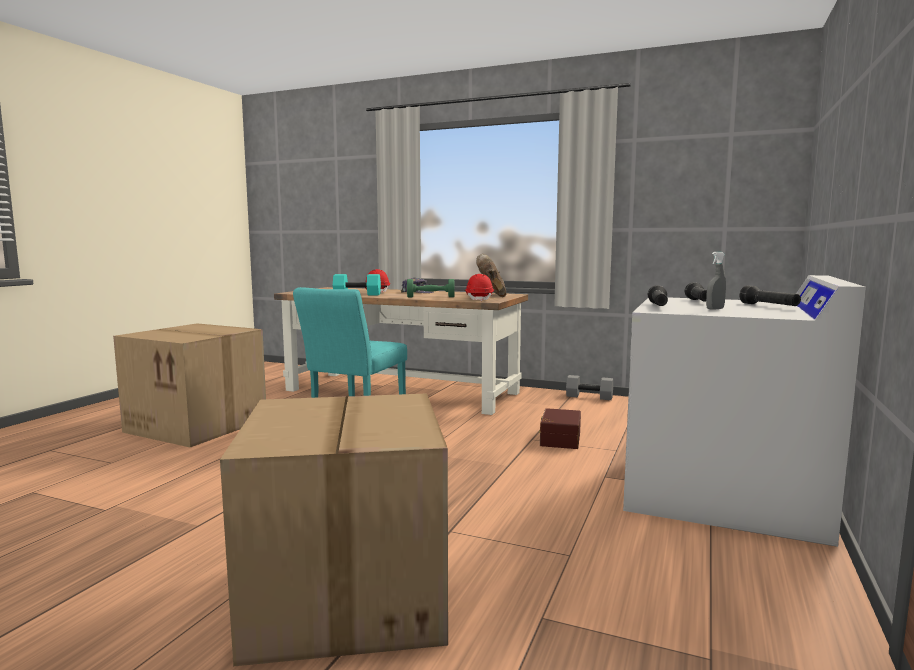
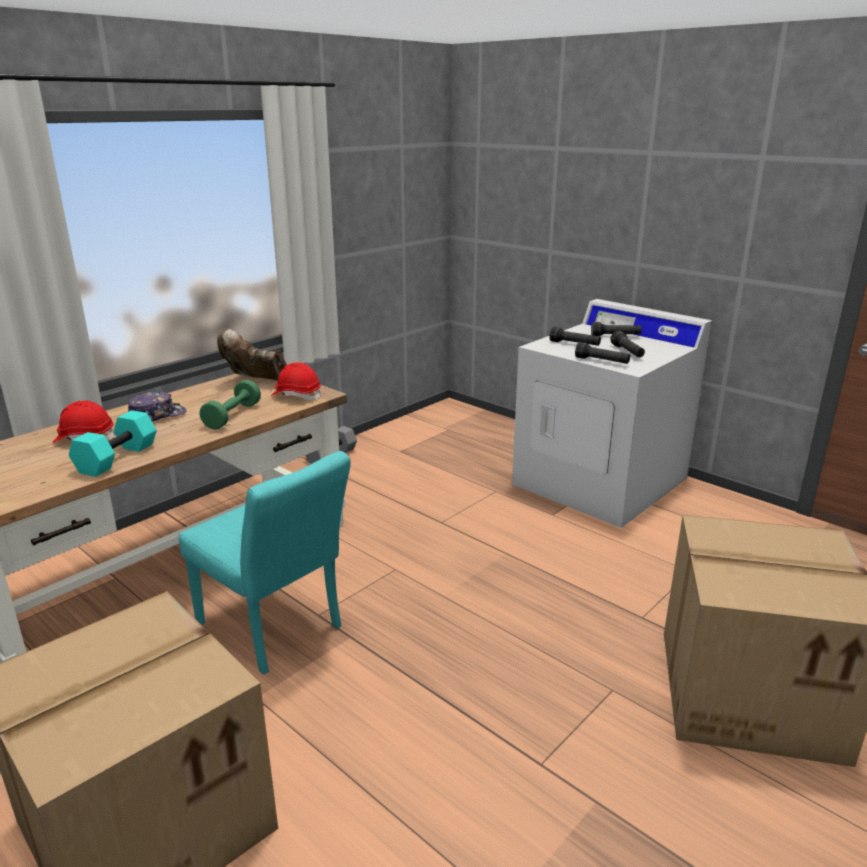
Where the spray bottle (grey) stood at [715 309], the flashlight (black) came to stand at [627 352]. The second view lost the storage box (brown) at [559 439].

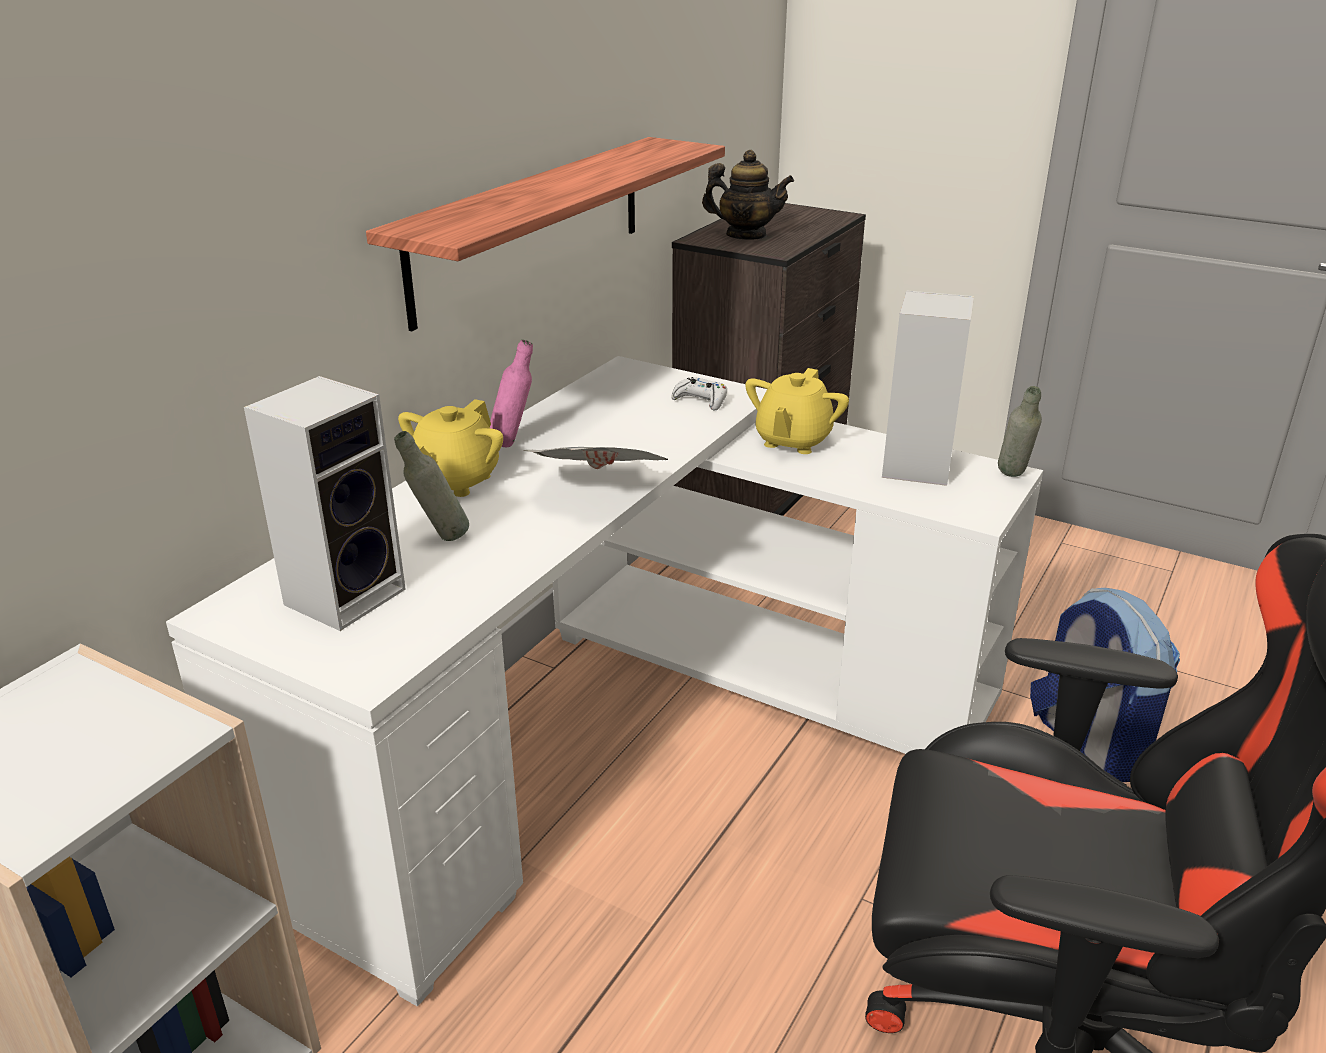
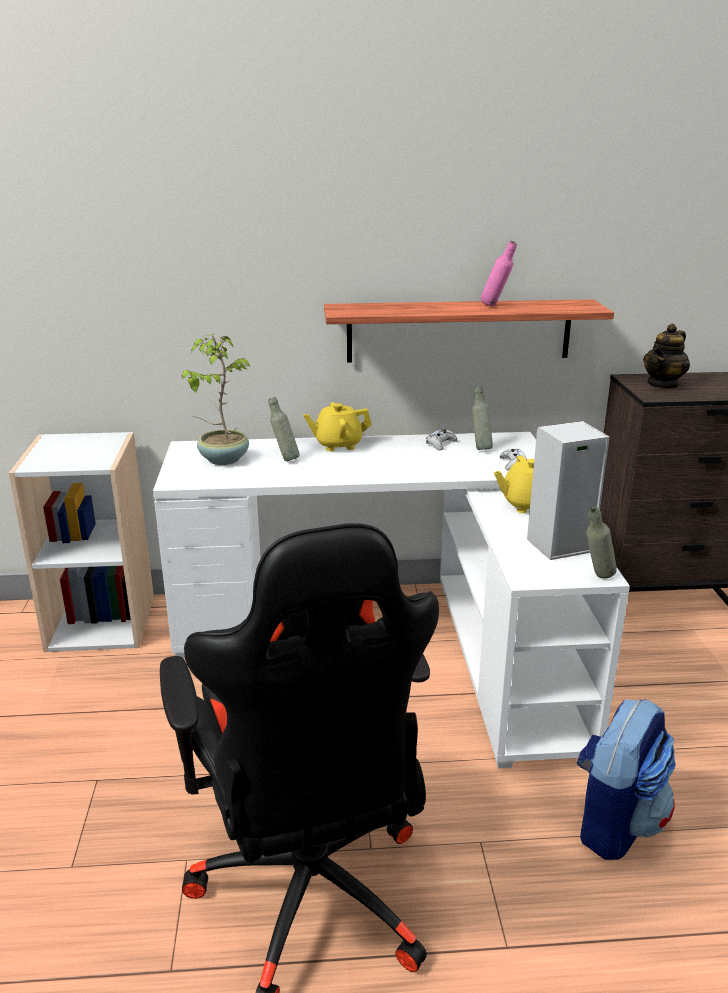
The teapot at [746 236] ended up facing another way, 60 degrees clockwise from before. The bottle (pink) ended up elsewhere, having gone from [513 443] to [496 306]. Where the speaker stood at [347 594], the potted plant came to stand at [222 459]. The second view lost the newspaper at [600 490]. The second view gained the bottle (grey) at [480 448]. The second view gained the game controller (white) at [440 444].

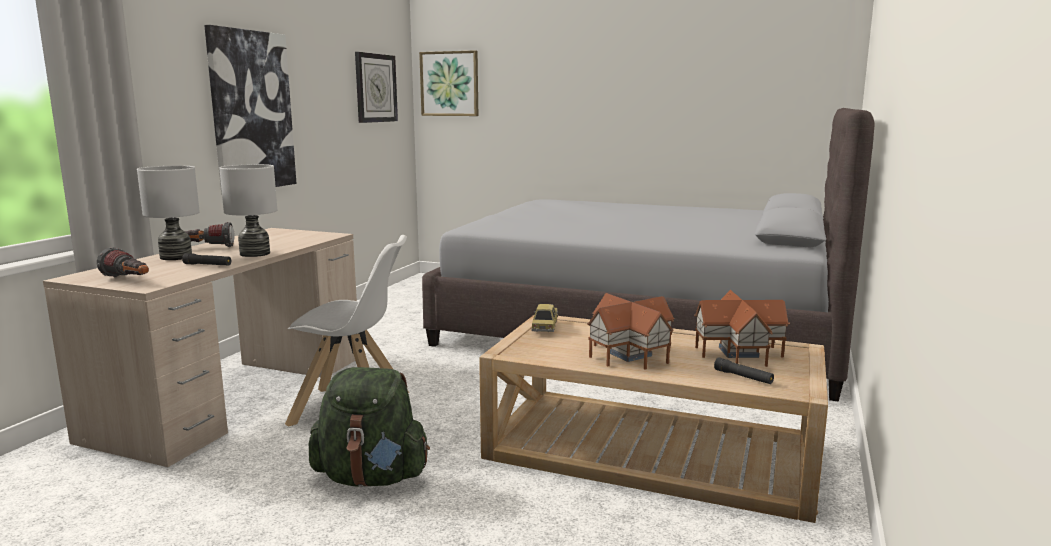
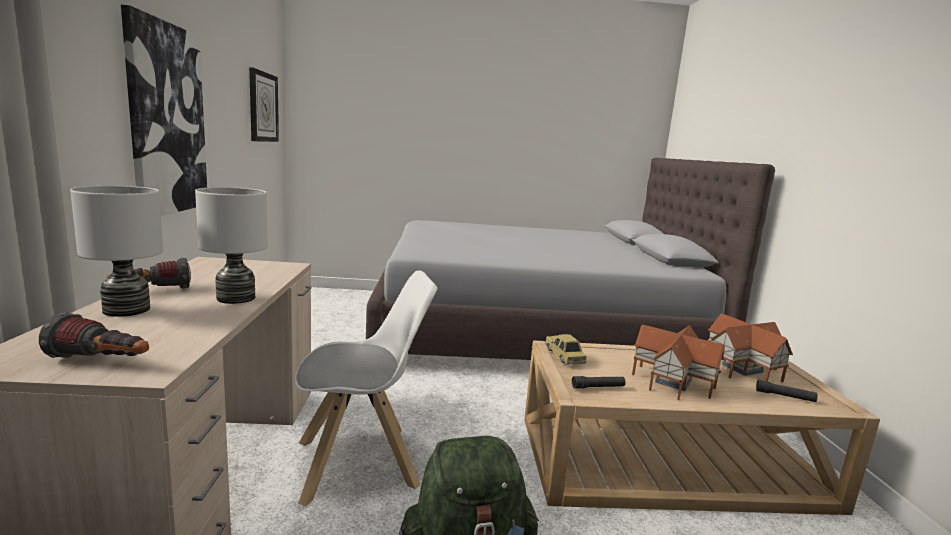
The second view lost the picture at [449 84]. The flashlight (black) ended up elsewhere, having gone from [207 265] to [598 387].

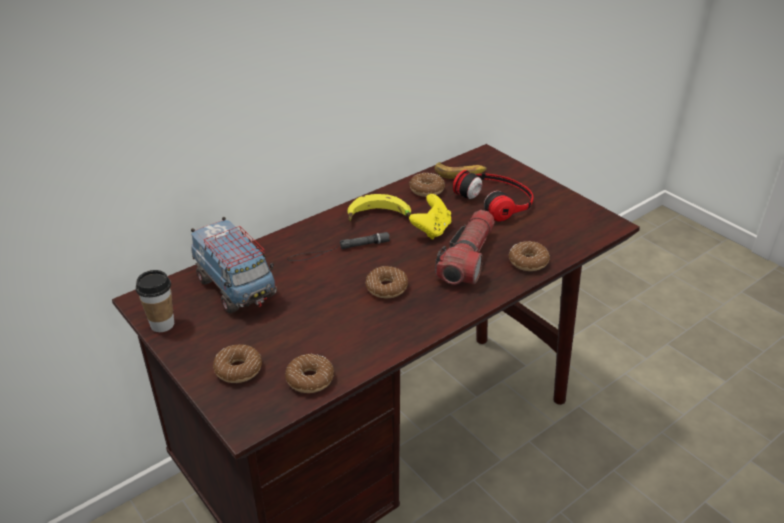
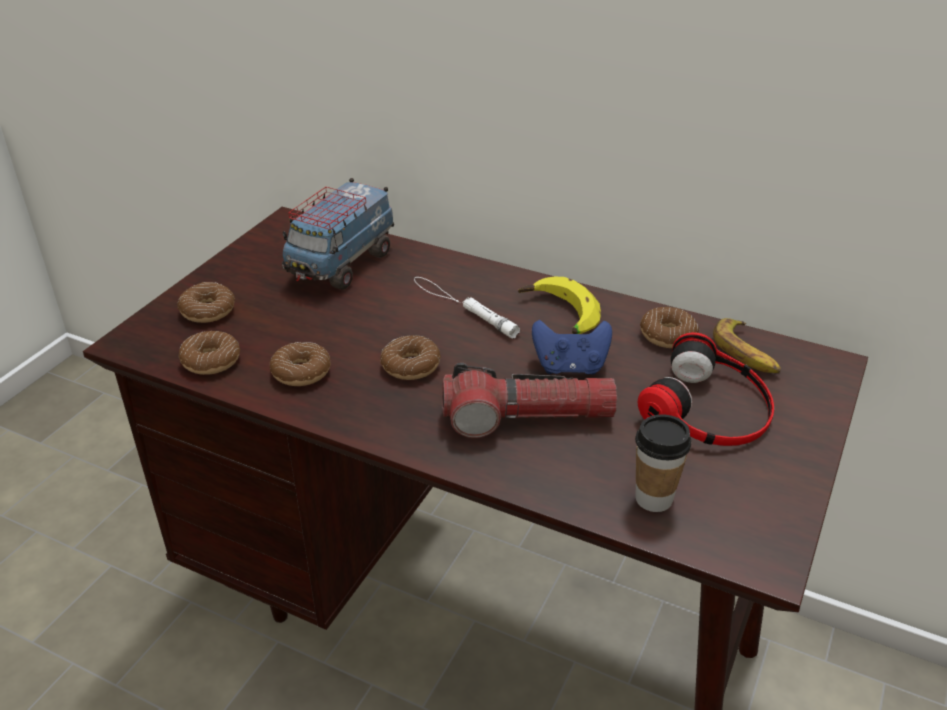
What was the game controller (yellow) at [431 230] turned into the game controller (blue) at [570 367]. What was the flashlight (black) at [338 250] turned into the flashlight (white) at [463 307]. The donut ended up elsewhere, having gone from [528 262] to [301 372]. The cup ended up elsewhere, having gone from [162 324] to [653 498].

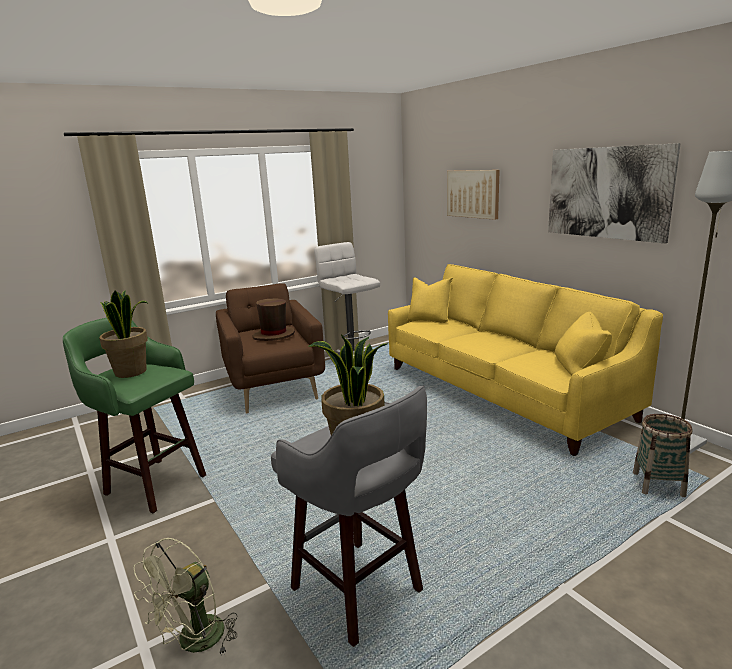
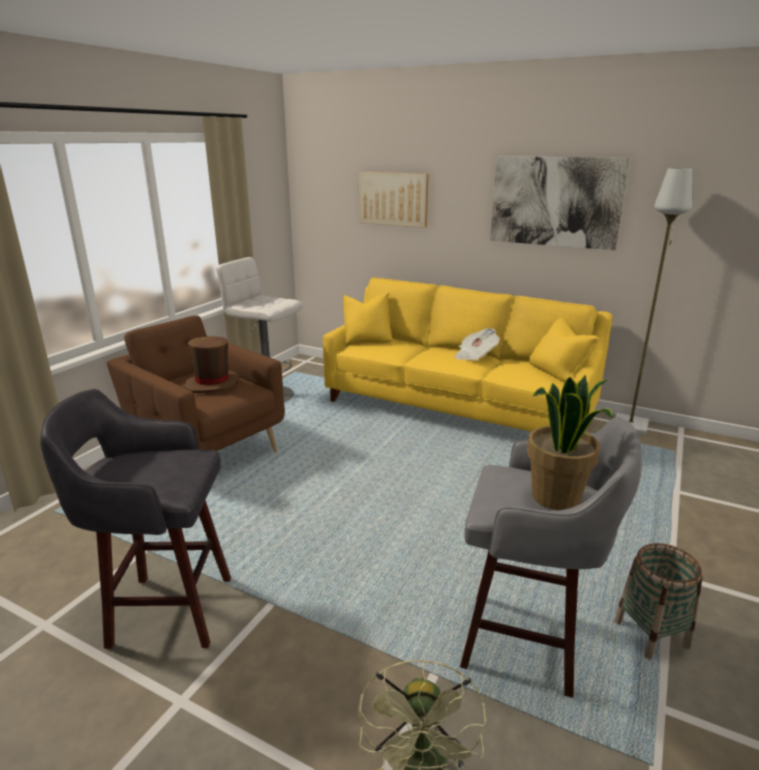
The second view lost the potted plant at [131 372]. What was the stool (green) at [153 483] turned into the stool (grey) at [166 610]. The basket ended up elsewhere, having gone from [658 485] to [651 634]. The second view gained the newspaper at [475 356].

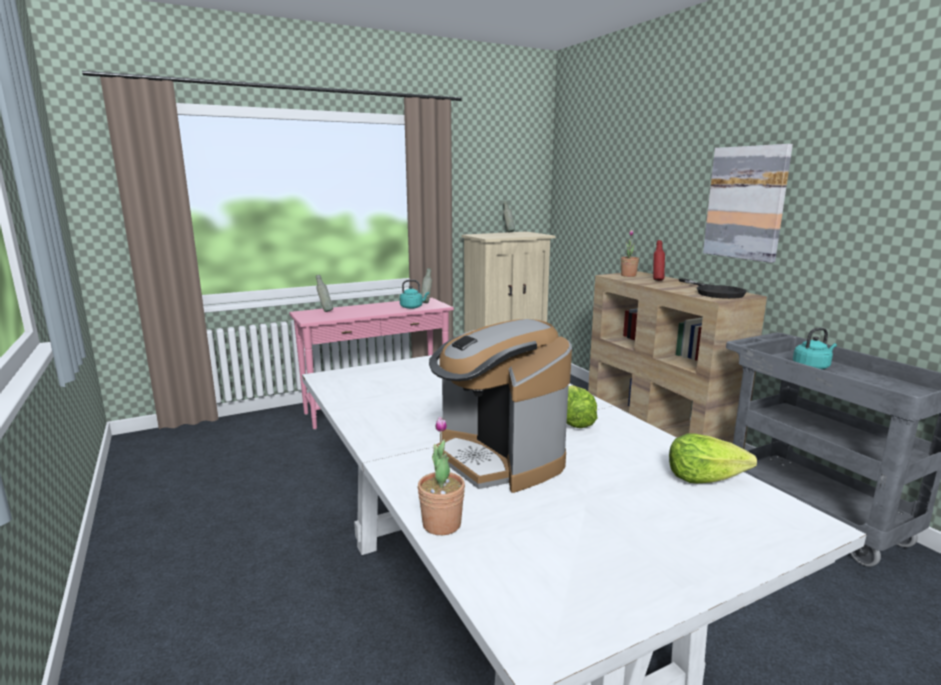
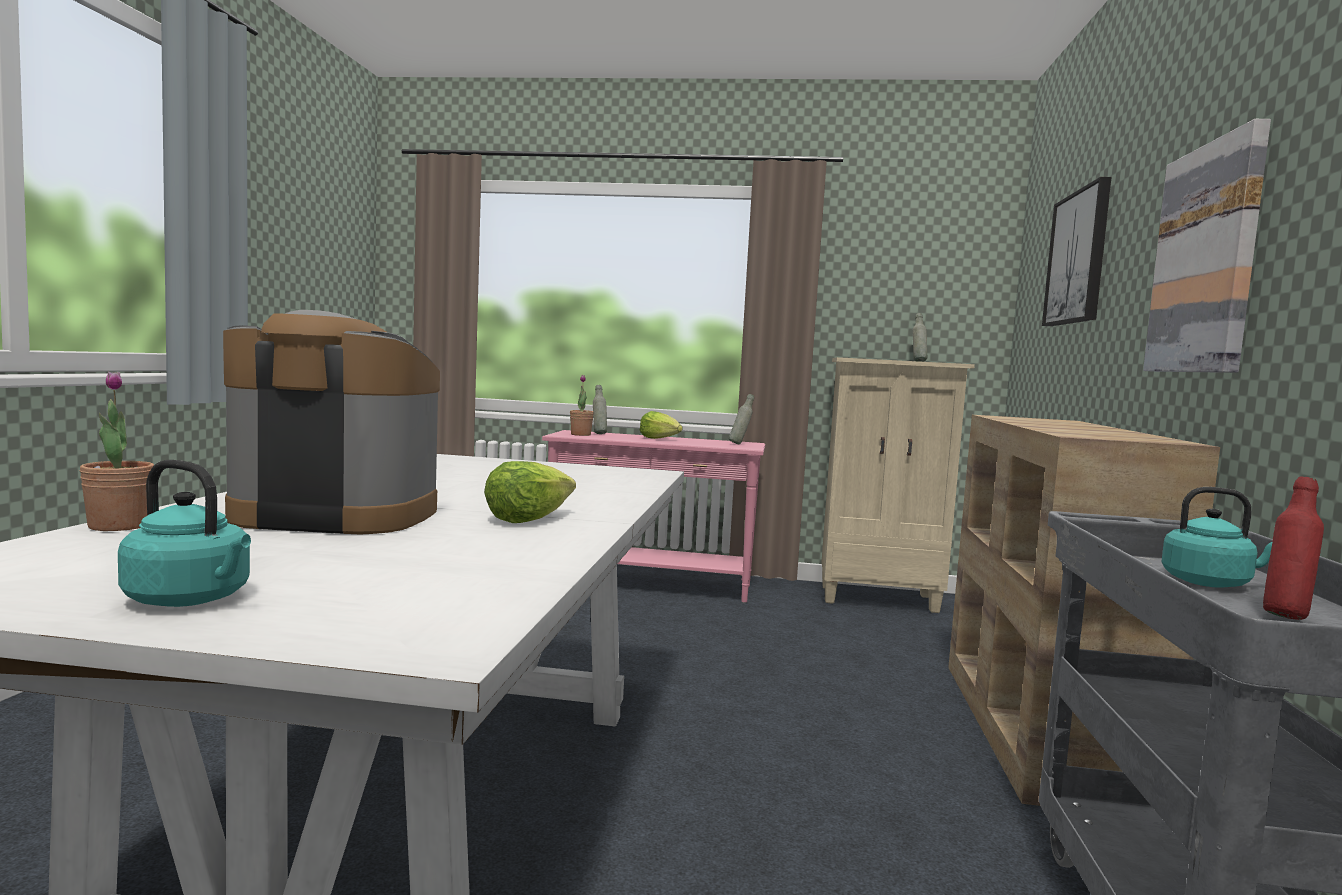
The potted plant ended up elsewhere, having gone from [628 275] to [580 434]. The bottle (red) ended up elsewhere, having gone from [657 280] to [1285 616]. The second view lost the frying pan (black) at [714 292]. The kettle (turquoise) ended up elsewhere, having gone from [412 307] to [192 600]. The coffee machine at [498 459] ended up facing another way, 90 degrees clockwise from before. The lettuce ended up elsewhere, having gone from [704 478] to [660 439]. The second view gained the picture at [1078 258].

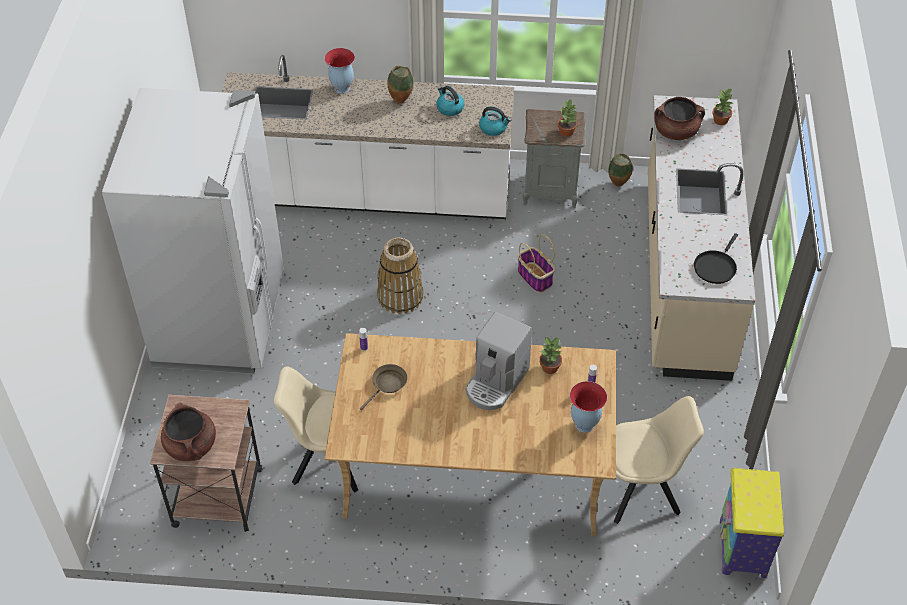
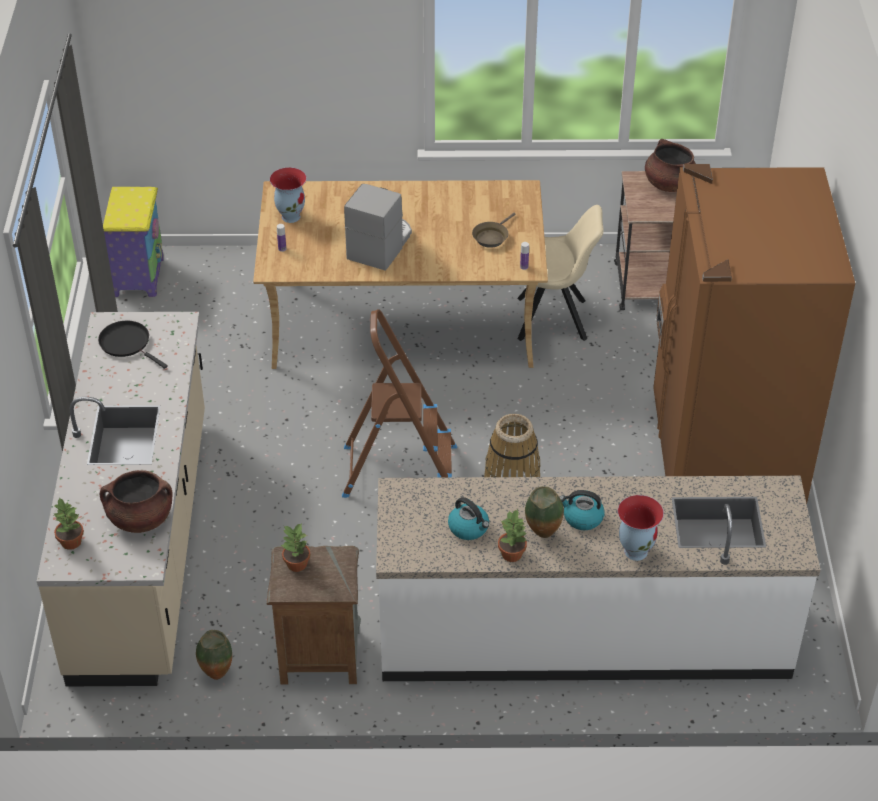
What was the fridge (white) at [221 317] turned into the fridge (brown) at [724 452]. The kettle ended up elsewhere, having gone from [493 128] to [582 518]. The frying pan (black) at [715 267] ended up facing another way, 75 degrees counterclockwise from before. The second view lost the basket at [535 278]. The potted plant ended up elsewhere, having gone from [549 367] to [512 554]. The second view lost the chair (beige) at [641 492]. The second view gained the step ladder (brown) at [401 471].

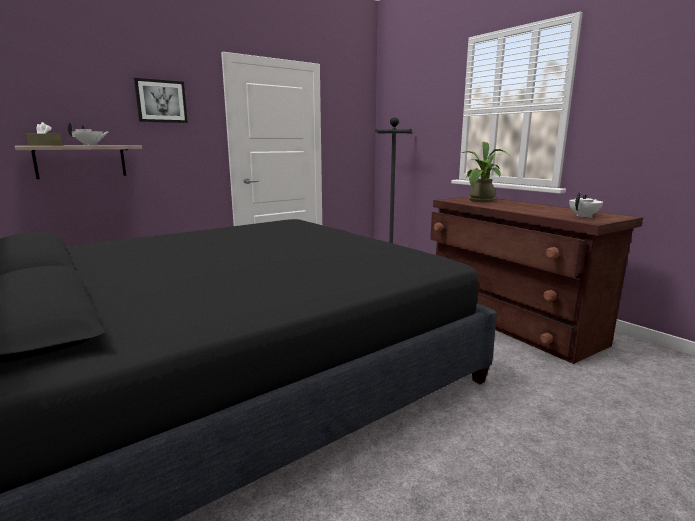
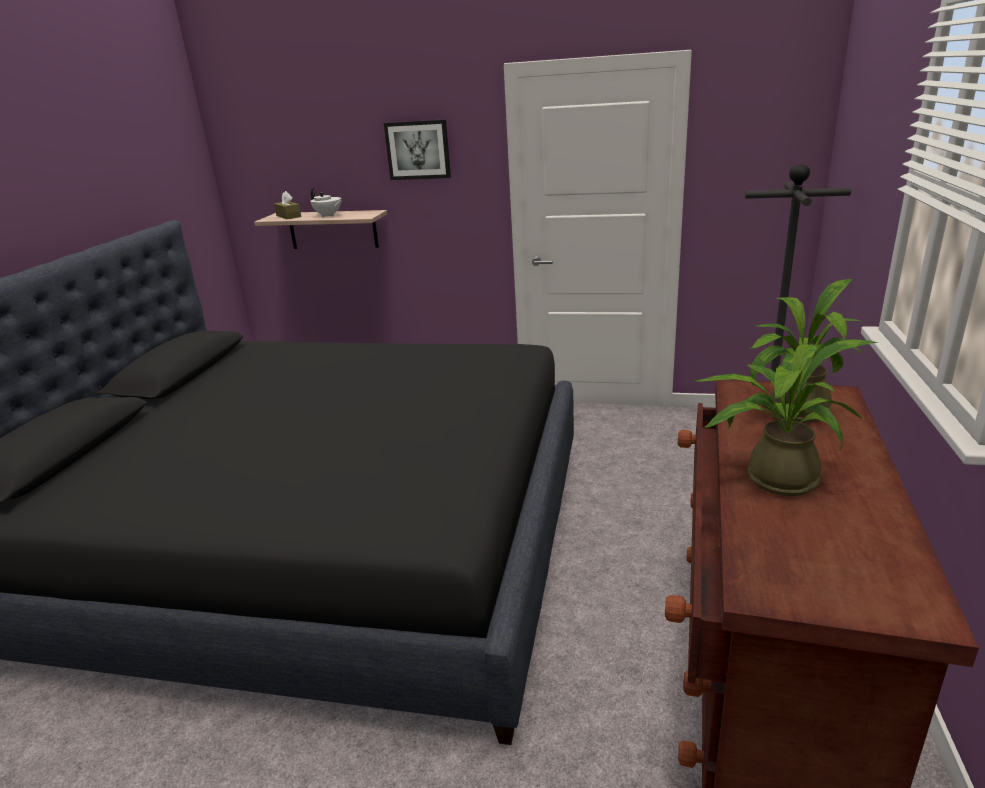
The second view lost the teapot (white) at [584 216]. The second view gained the potted plant at [772 477].

